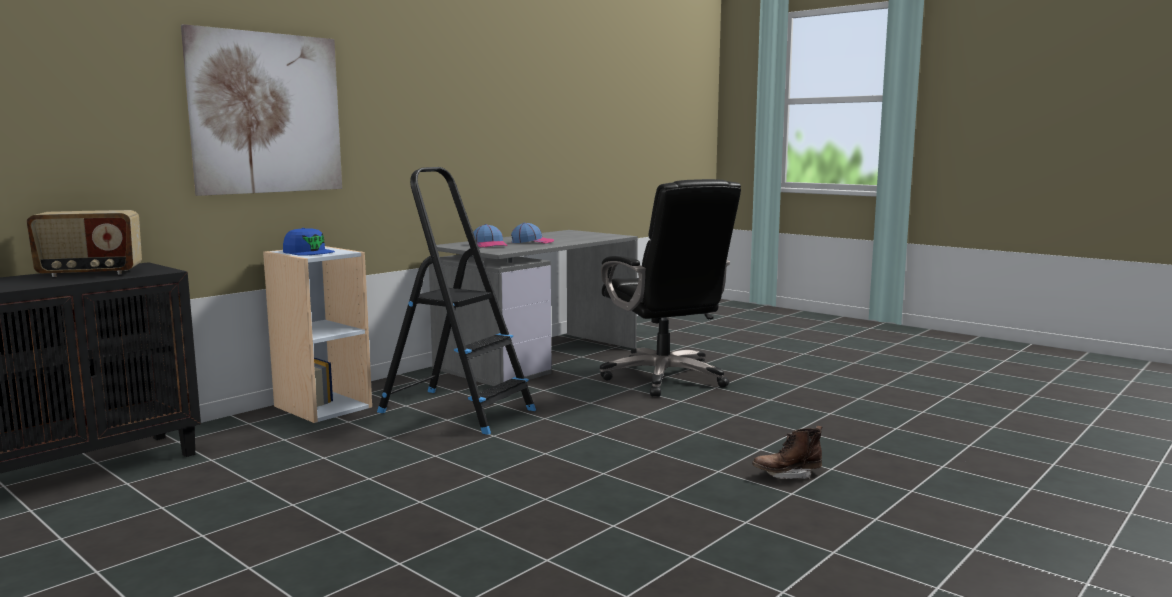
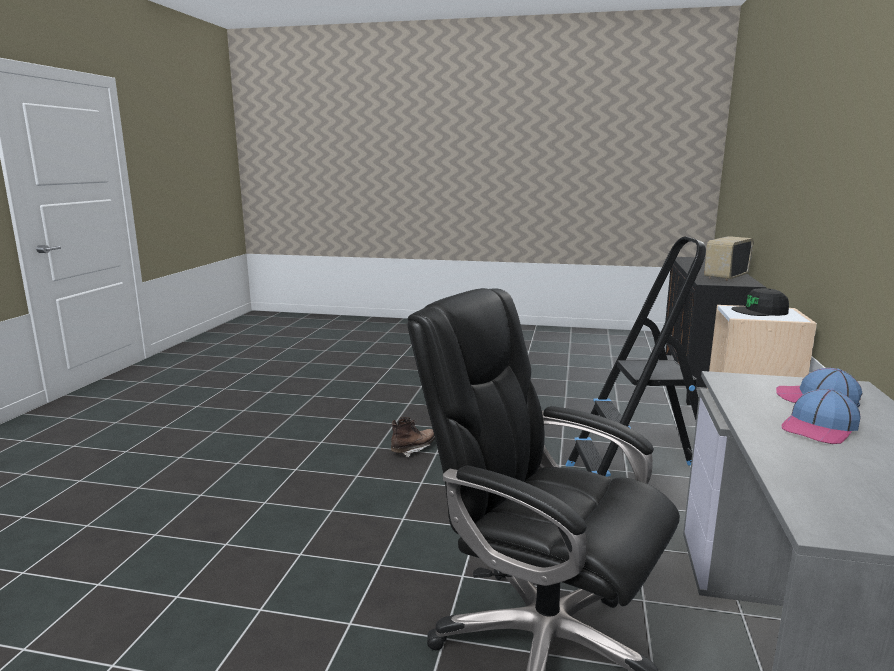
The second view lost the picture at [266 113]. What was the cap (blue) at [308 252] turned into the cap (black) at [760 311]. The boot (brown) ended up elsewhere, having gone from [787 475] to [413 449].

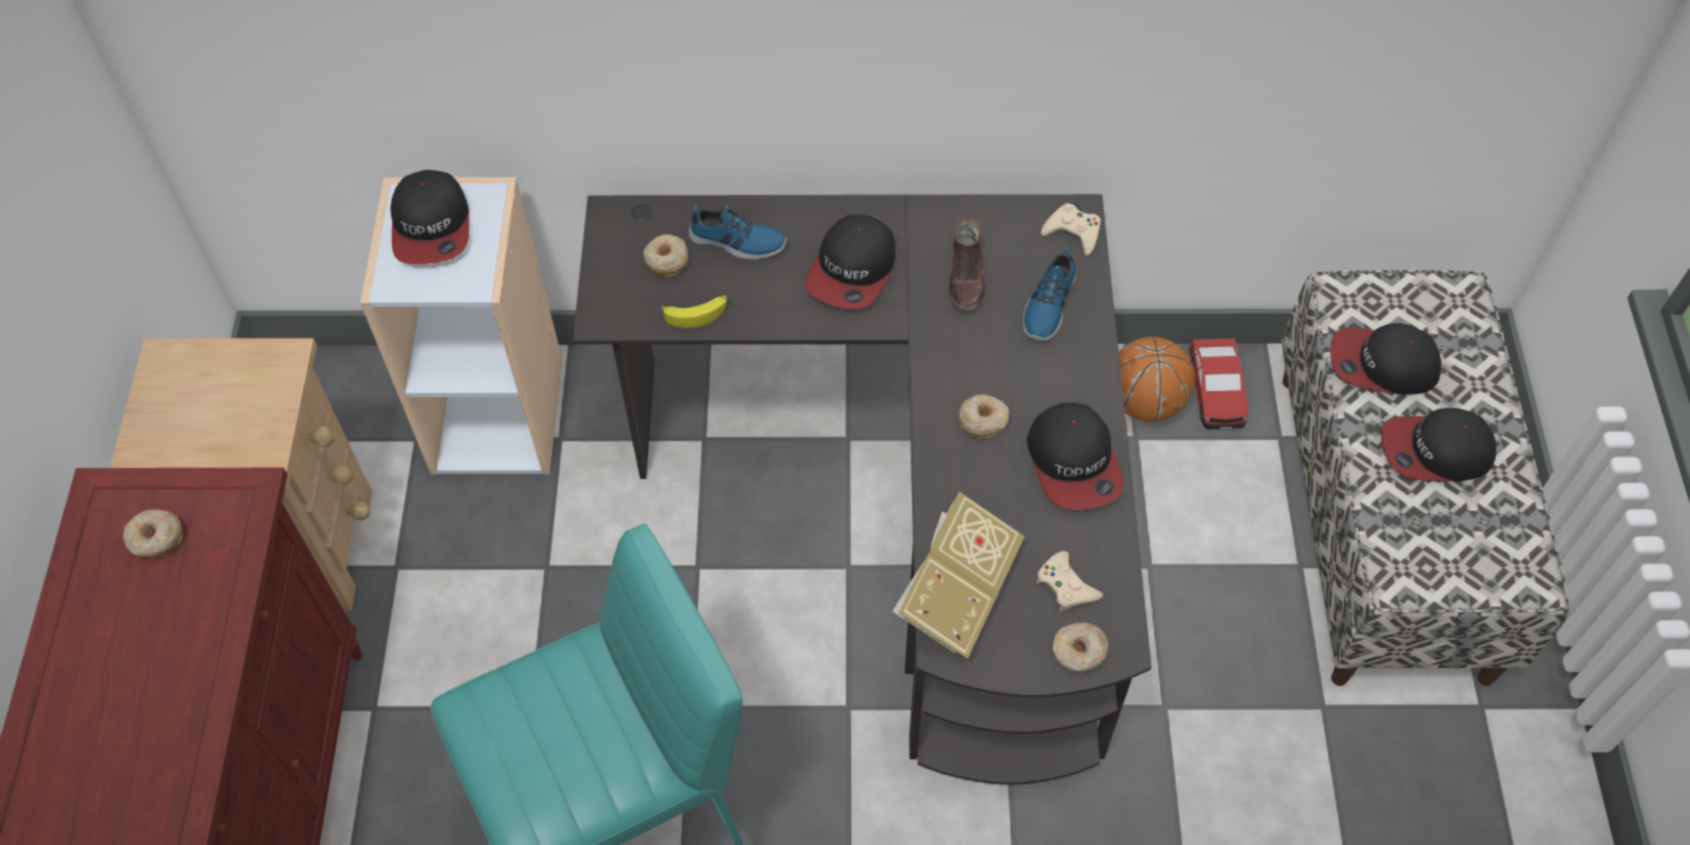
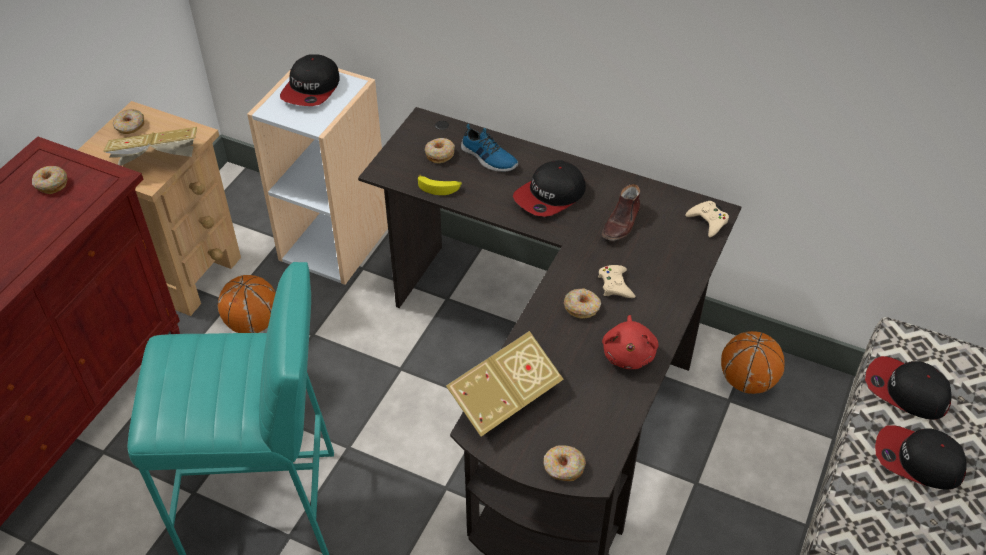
The second view lost the shoe at [1047 305]. The second view lost the toy car at [1216 390]. Where the cap stood at [1074 463], the plush toy (red) came to stand at [629 353]. The game controller (beige) ended up elsewhere, having gone from [1066 586] to [615 285]. The second view gained the donut at [130 126]. The second view gained the book at [157 161]. The second view gained the basketball at [253 324].

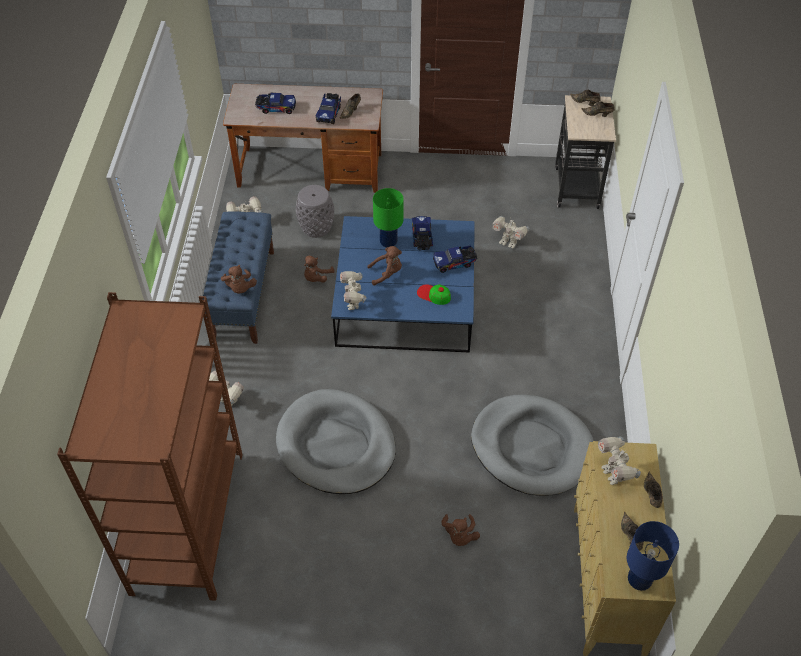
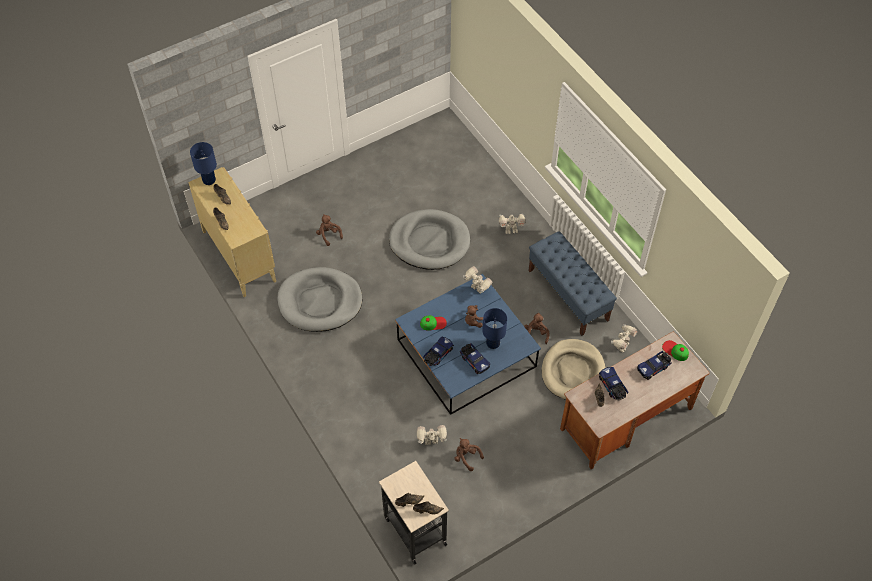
Where the stool (grey) stood at [316 227], the dog bed (beige) came to stand at [573 372]. What was the table lamp (green) at [388 243] turned into the table lamp (blue) at [493 344]. The plush toy (brown) ended up elsewhere, having gone from [240 288] to [466 457]. The second view lost the bookcase (brown) at [188 521]. The second view lost the toy robot at [613 474]. The second view gained the cap at [675 351].

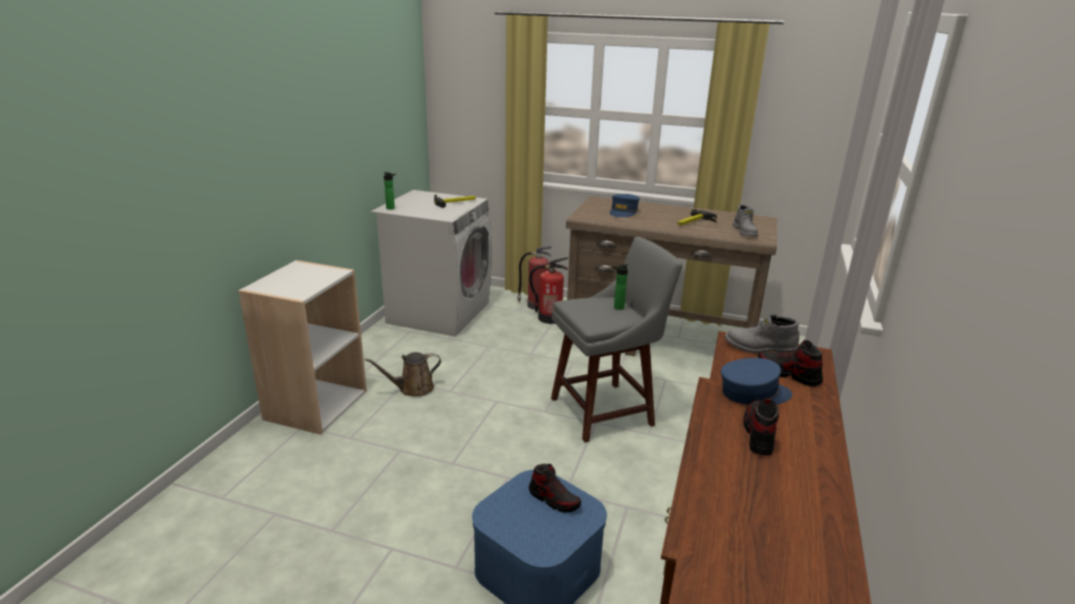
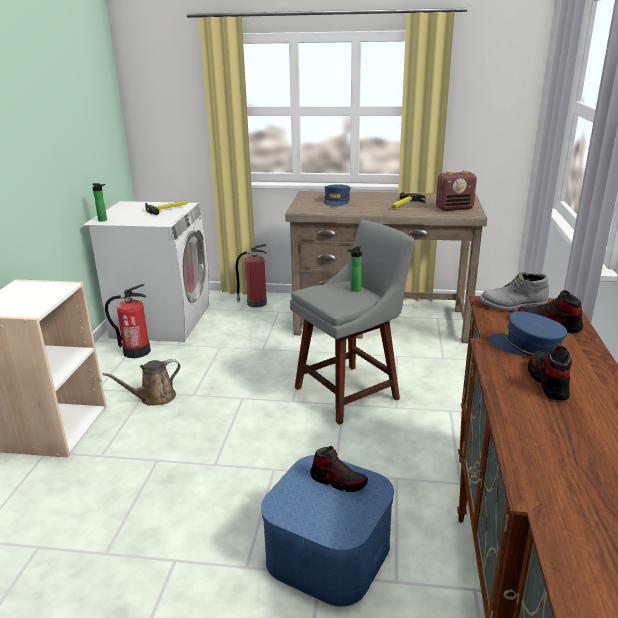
Where the boot (grey) stood at [745 232], the radio came to stand at [454 208]. The fire extinguisher ended up elsewhere, having gone from [549 318] to [136 351]. The cap (blue) at [753 393] ended up facing another way, 135 degrees counterclockwise from before.

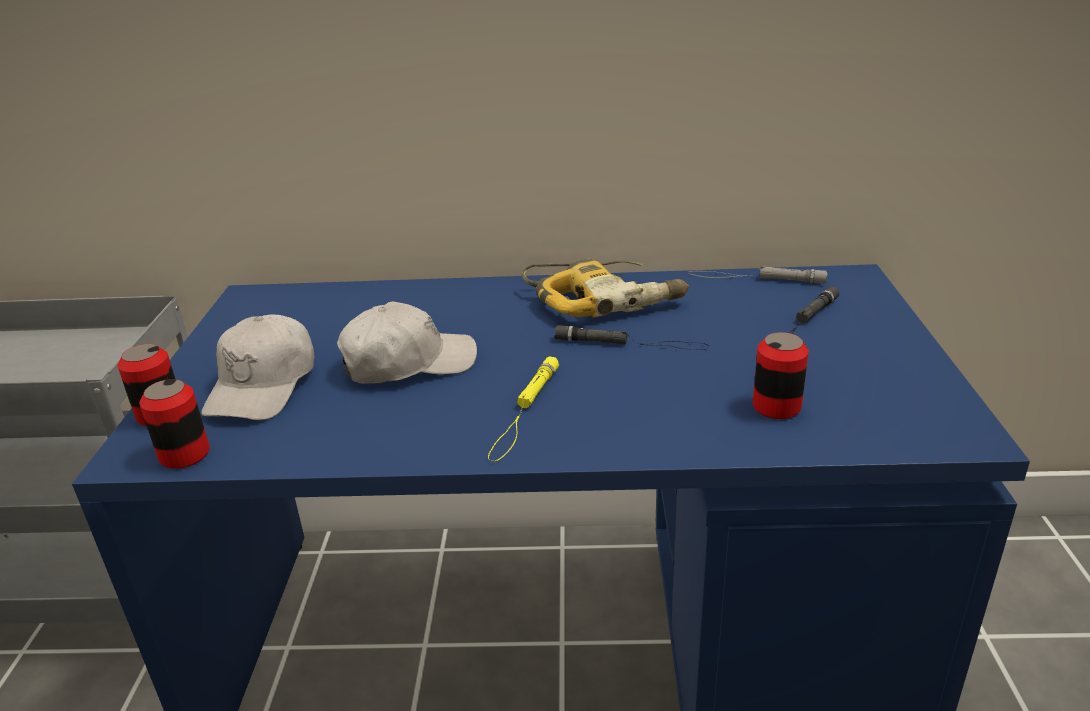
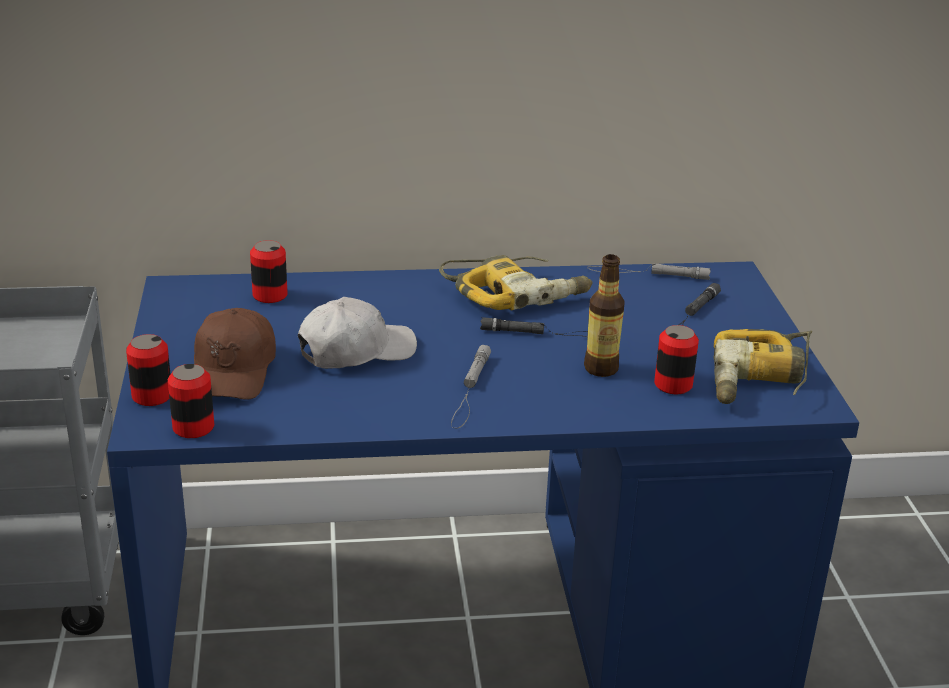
What was the cap (white) at [264 385] turned into the cap (brown) at [233 371]. What was the flashlight (yellow) at [524 412] turned into the flashlight (grey) at [470 391]. The second view gained the can at [270 295]. The second view gained the bottle at [601 368]. The second view gained the power drill at [760 380].

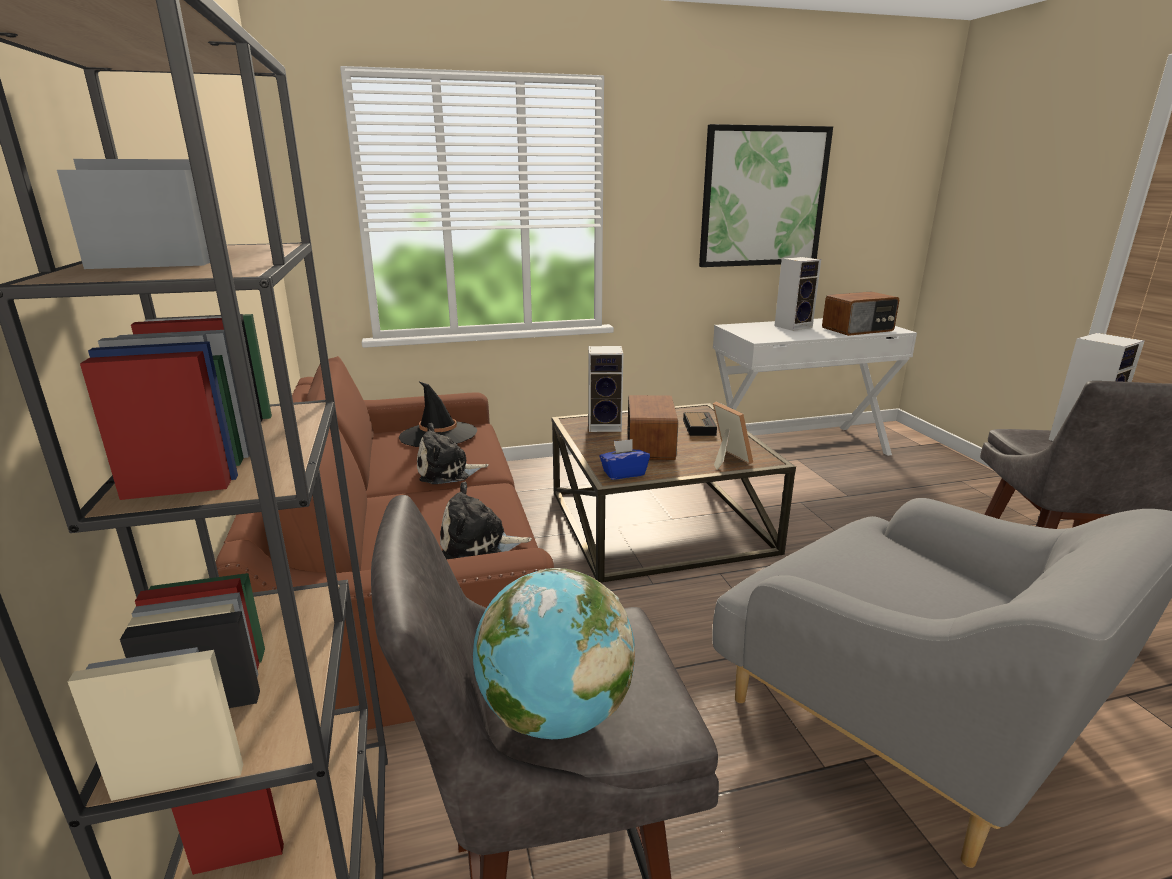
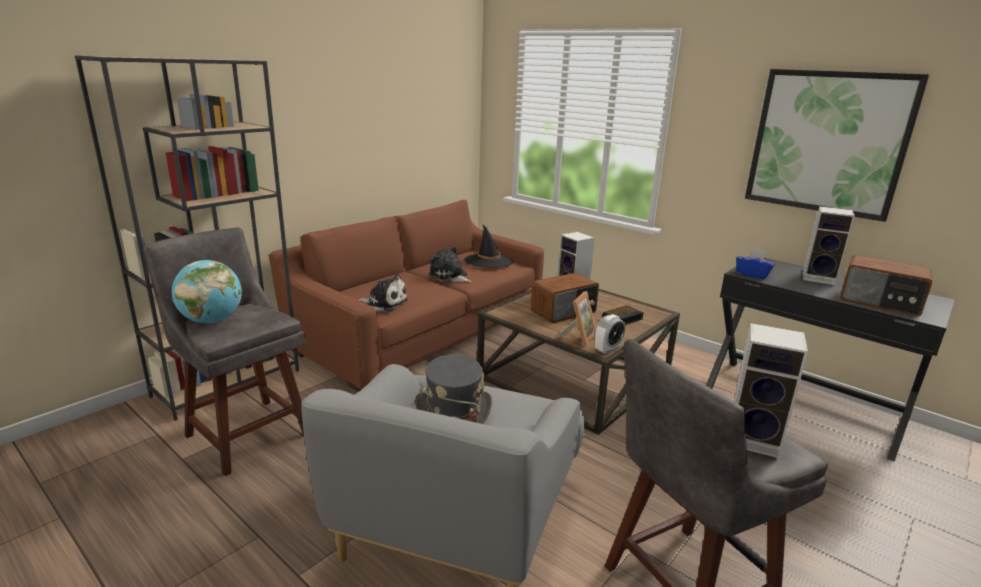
What was the console table (white) at [797 448] turned into the console table (black) at [802 405]. The tissue box (blue) ended up elsewhere, having gone from [623 473] to [752 274]. The plush toy at [479 545] ended up facing another way, 150 degrees clockwise from before. The second view gained the alarm clock at [608 349]. The second view gained the hat (grey) at [453 414].

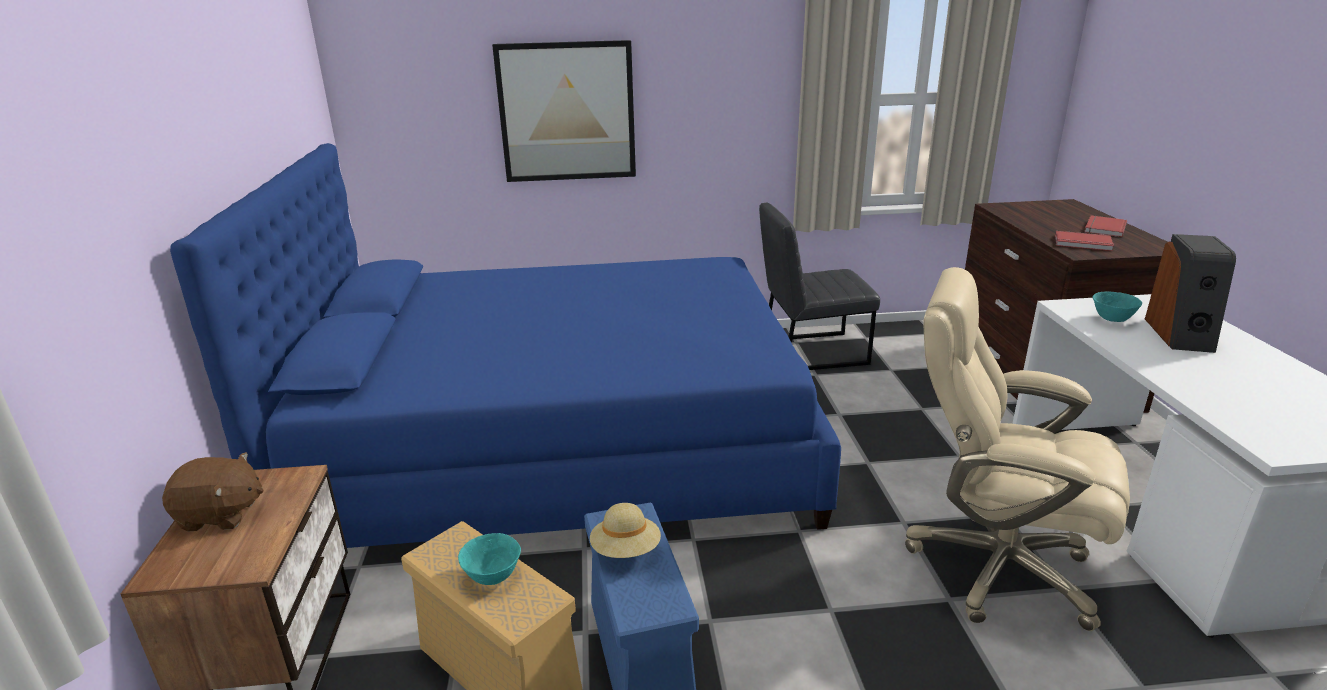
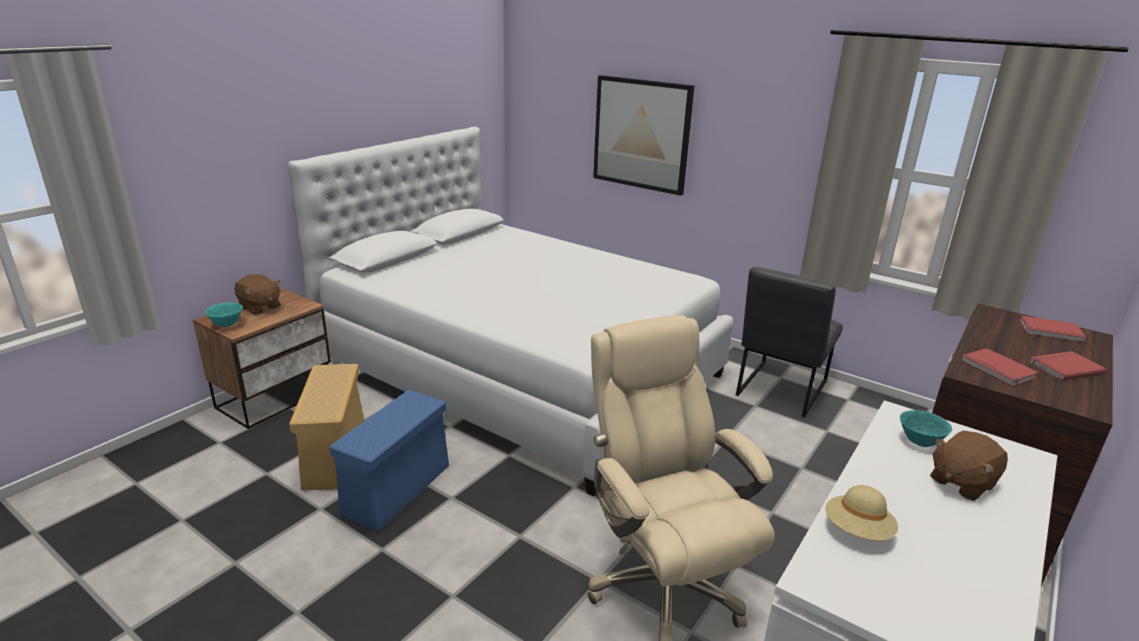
What was the bed (blue) at [560 445] turned into the bed (white) at [519 368]. The chair (grey) at [811 352] ended up facing another way, 90 degrees counterclockwise from before. Where the speaker stood at [1180 334], the plush toy (brown) came to stand at [961 482]. The hat (beige) ended up elsewhere, having gone from [626 550] to [857 531]. The bowl (turquoise) ended up elsewhere, having gone from [493 576] to [227 324]. The second view gained the book (red) at [1051 331].

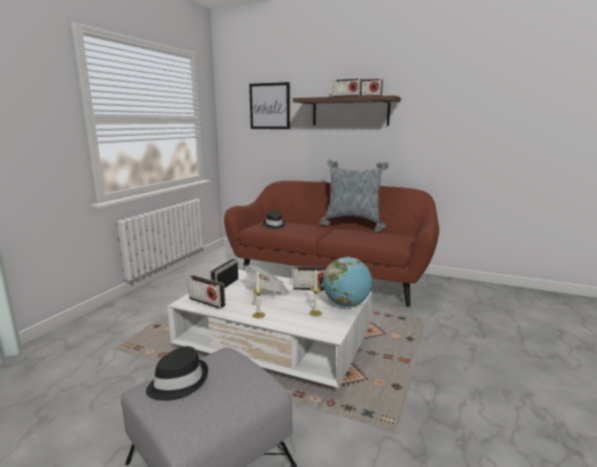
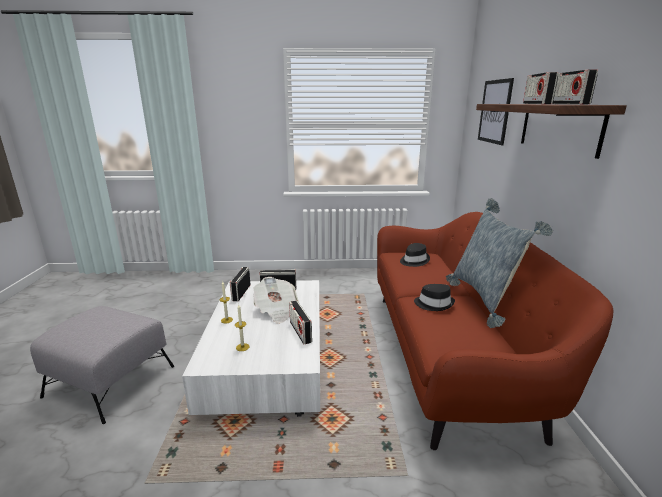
The second view lost the globe at [346 304]. The hat (black) ended up elsewhere, having gone from [178 382] to [434 304].

